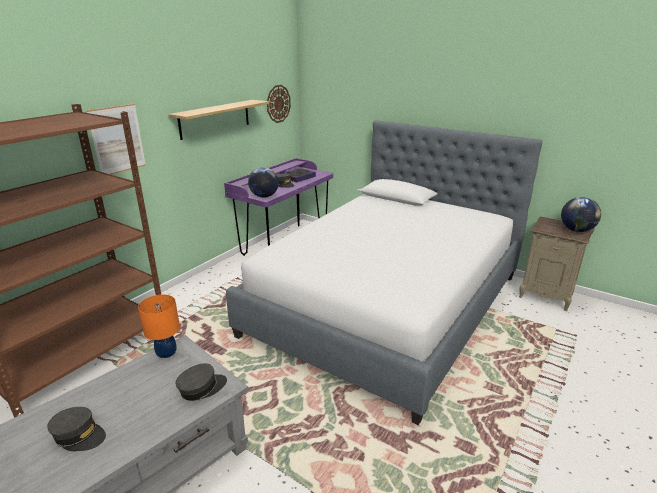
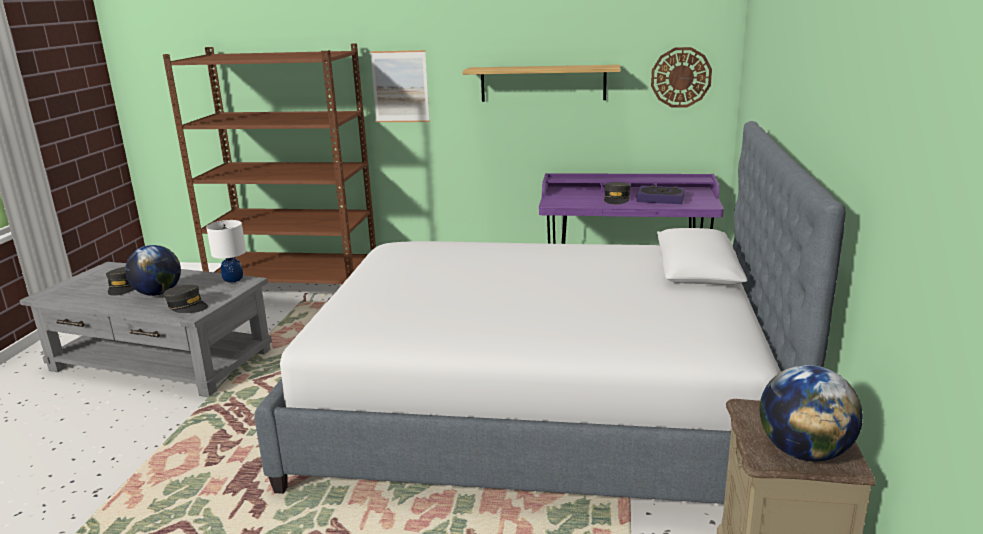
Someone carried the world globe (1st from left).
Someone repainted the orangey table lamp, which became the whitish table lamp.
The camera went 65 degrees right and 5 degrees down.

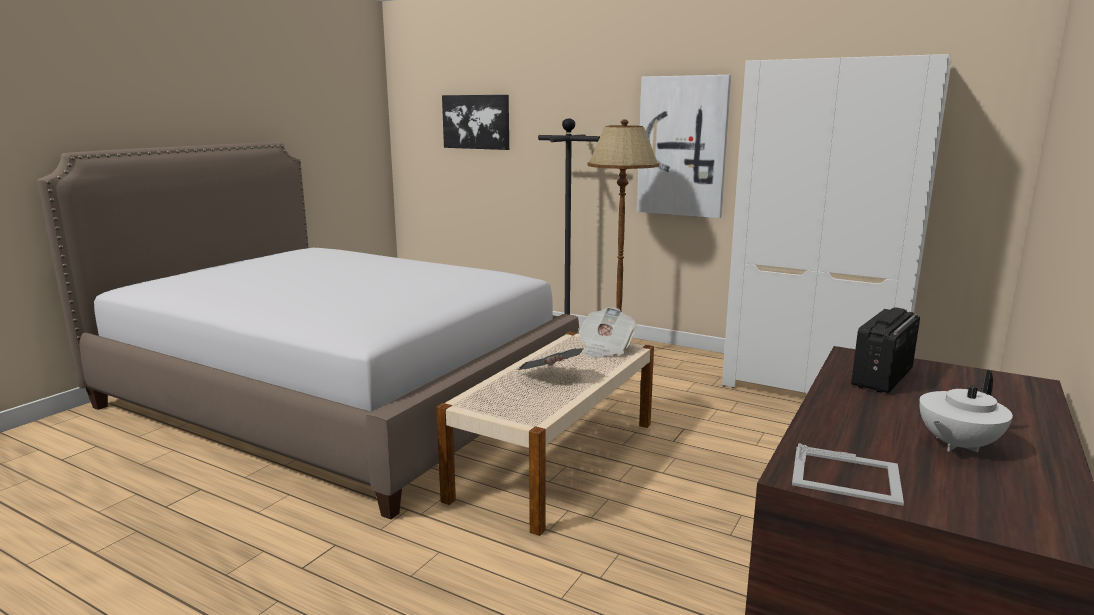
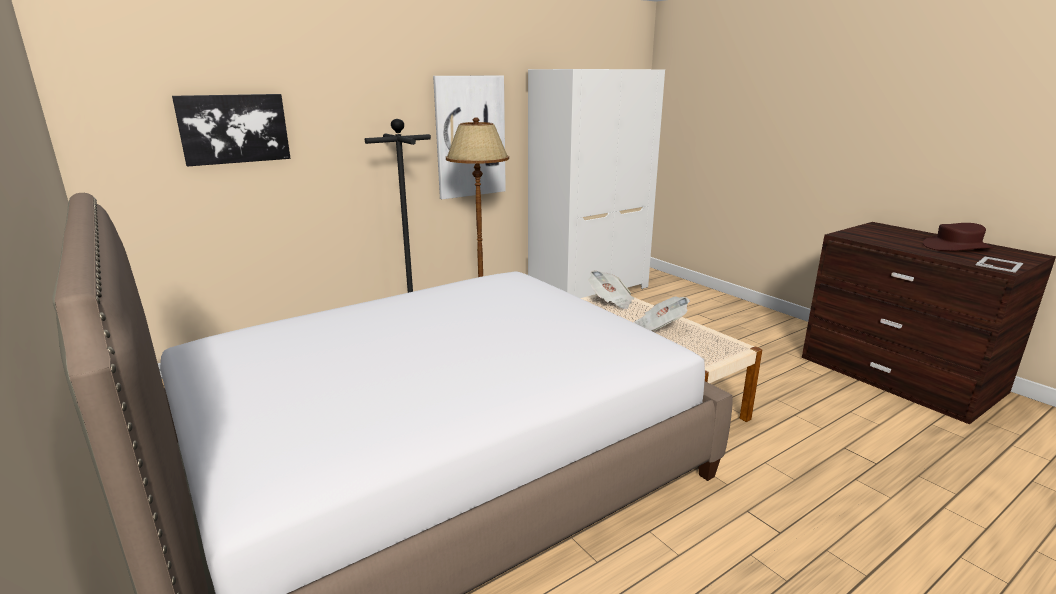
Someone took away the radio.
Someone swapped the whitish teapot for the brownish clothing hat.
The camera went 65 degrees left and 5 degrees up.

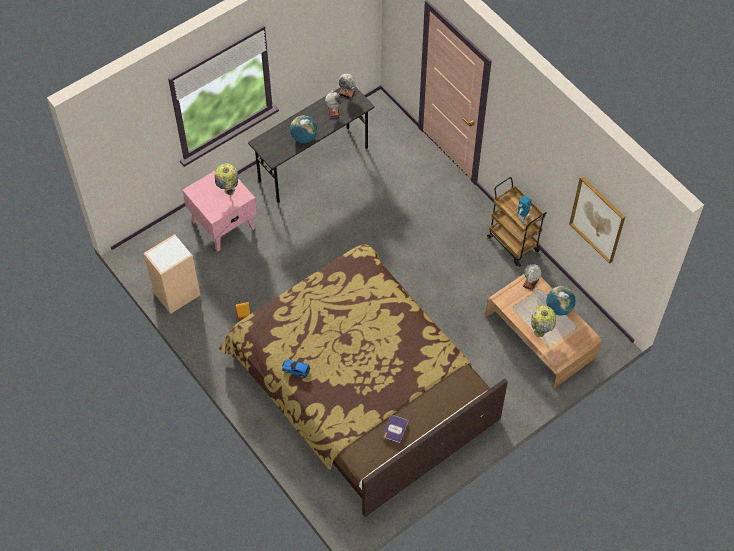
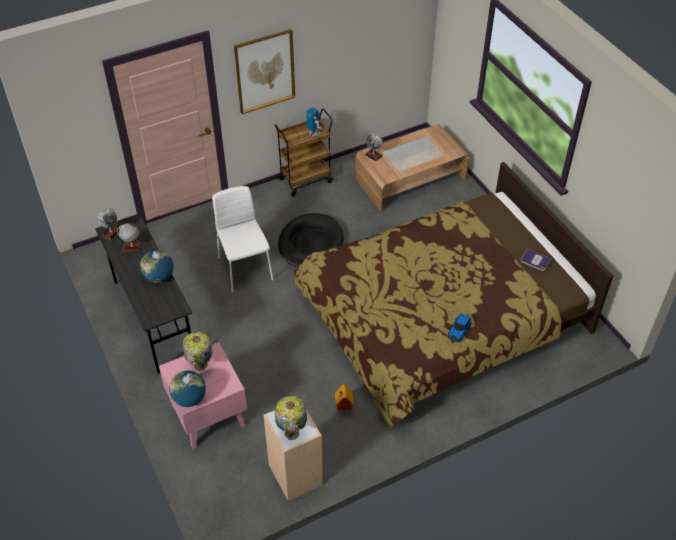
Someone carried the wall art.
Someone carried the world globe (5th from left in the first image).
Someone carried the table lamp (2nd from left).
Someone put down the whitish chair.
Someone put down the black dog cushion.
The camera went 80 degrees left and 10 degrees down.

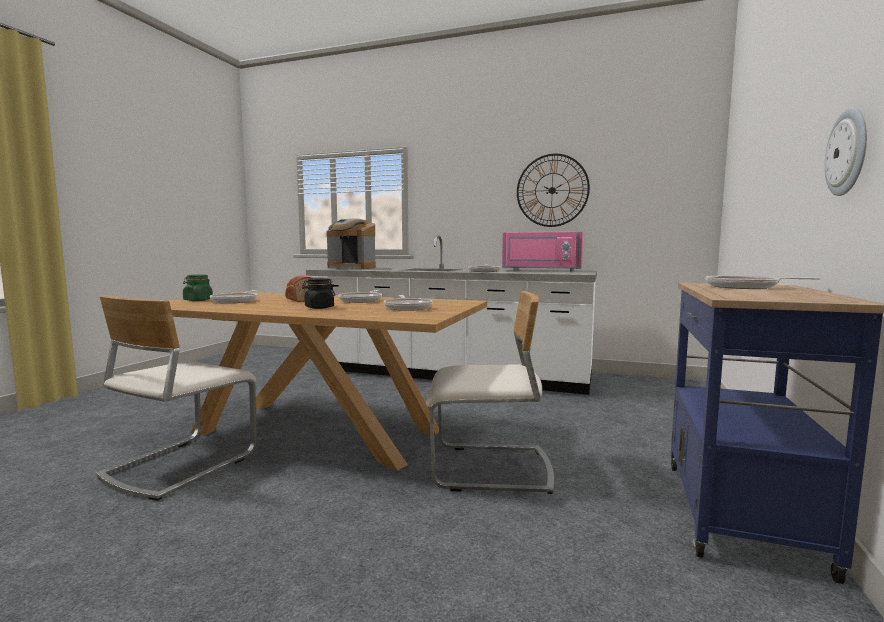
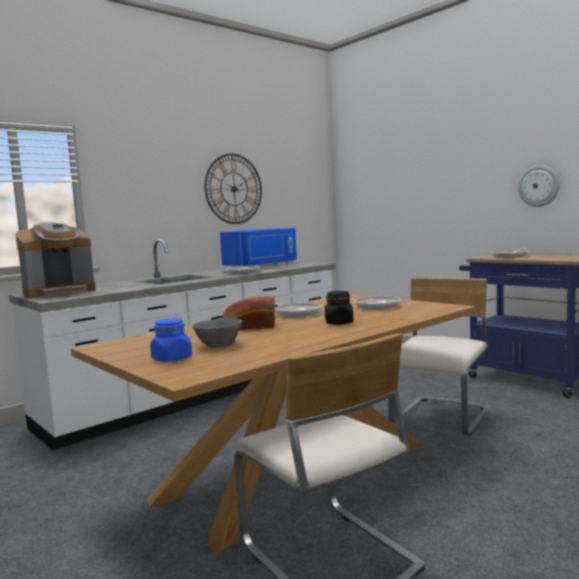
Someone repainted the pink-coloured microwave, which became the bluish microwave.
Someone repainted the green-coloured jar, which became the bluish jar.
Someone swapped the skillet (1st from left) for the gray deep dish.
The camera went 60 degrees left and 0 degrees up.

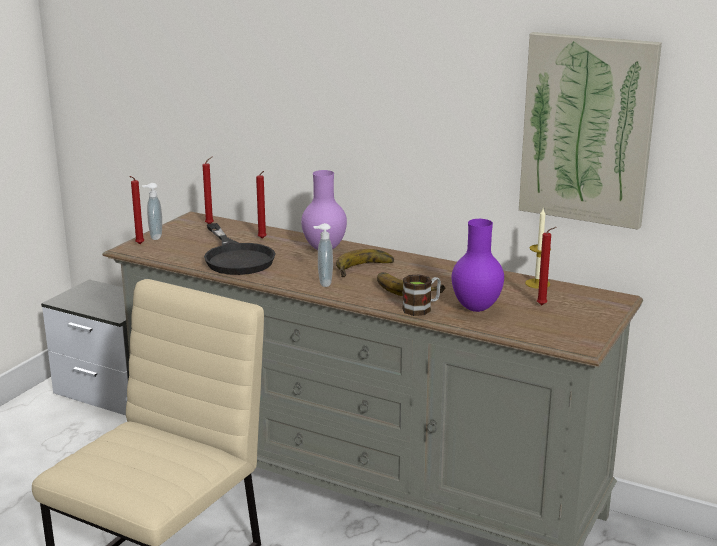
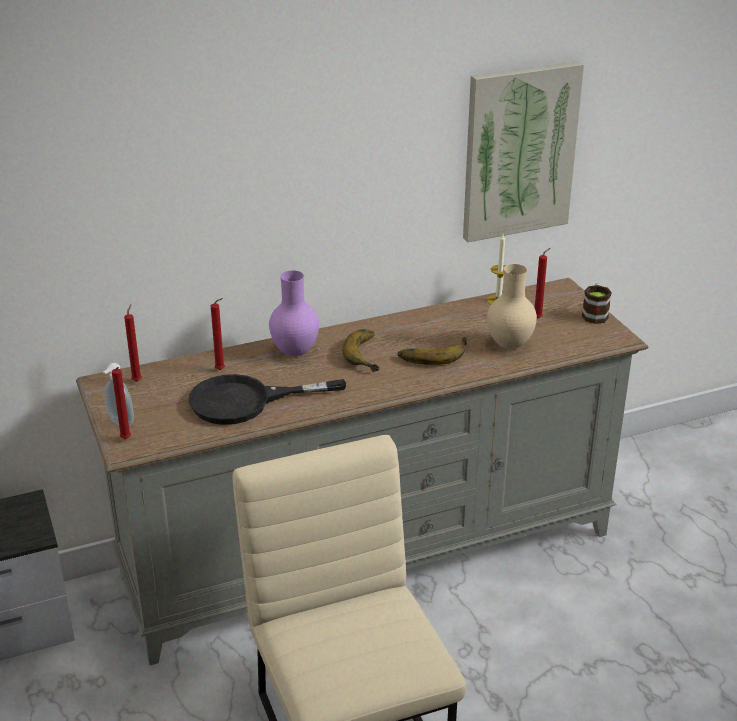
Someone repainted the purple-coloured flower vase (2nd from left), which became the beige-coloured flower vase.
Someone rotated the black skillet by 150 degrees clockwise.
Someone took away the soap dispenser (2nd from left).
Someone carried the mug.
The camera went 50 degrees left and 10 degrees up.

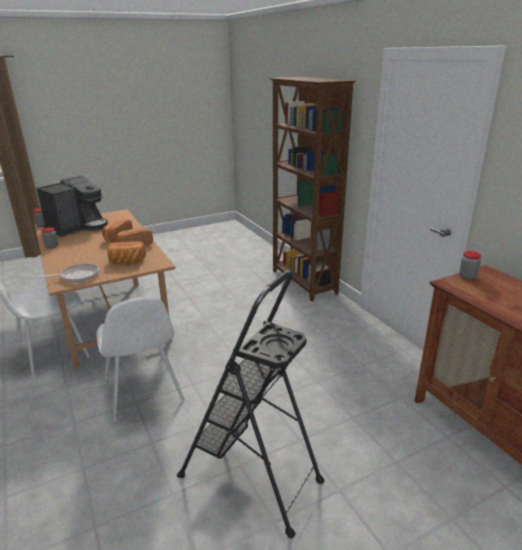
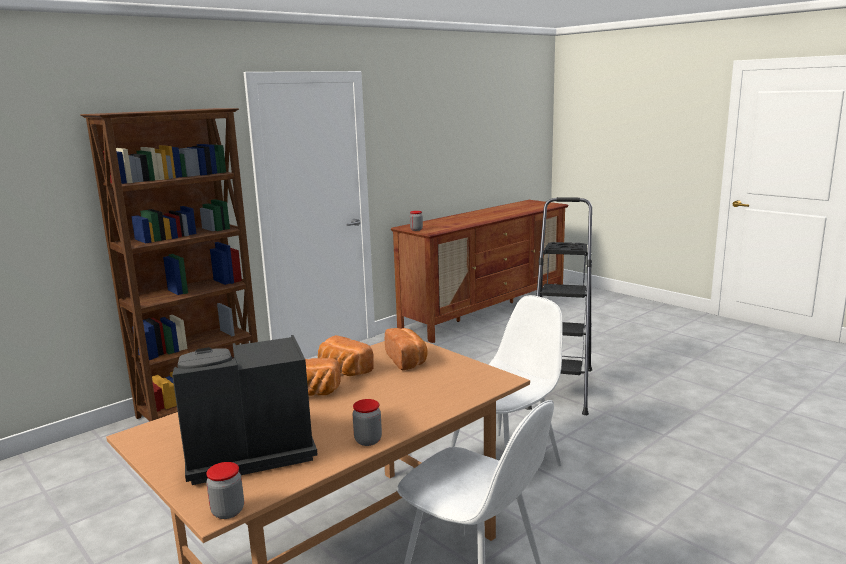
Someone rotated the coffee machine by 45 degrees counterclockwise.
Someone took away the skillet.
The camera went 105 degrees left and 10 degrees down.

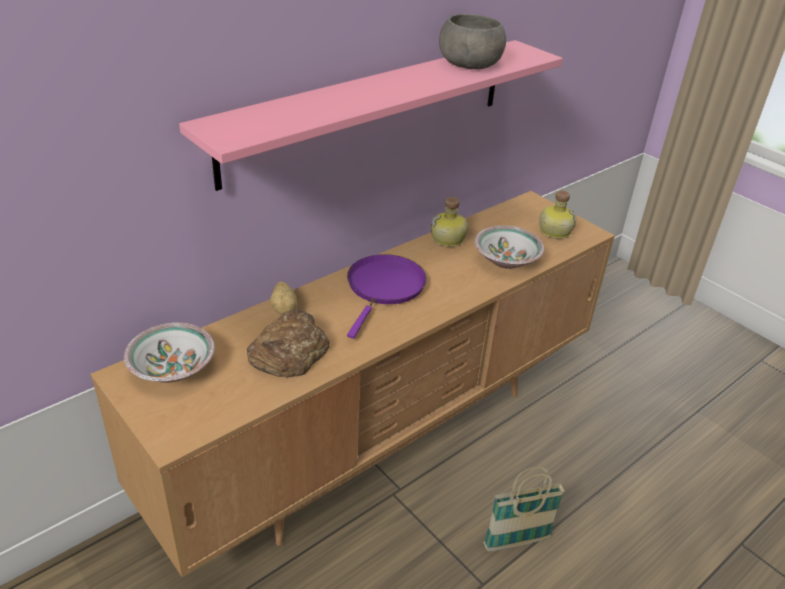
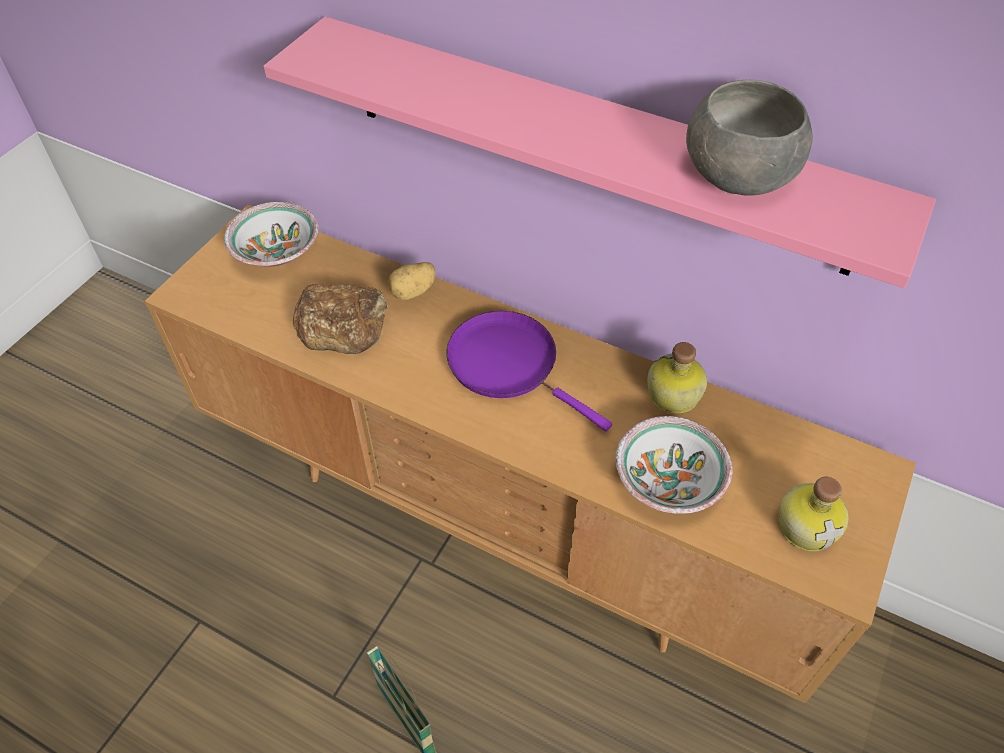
Someone rotated the purple-coloured skillet by 135 degrees counterclockwise.
The camera went 70 degrees right and 15 degrees up.

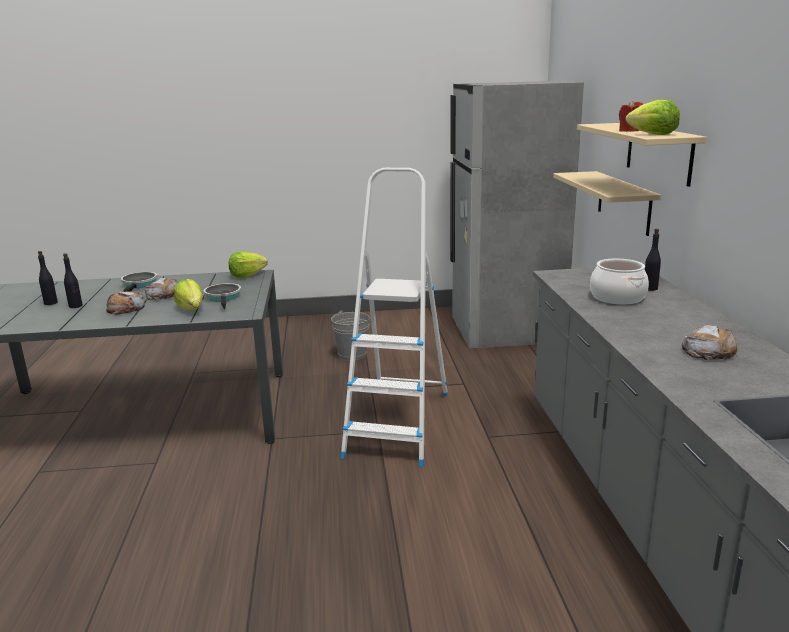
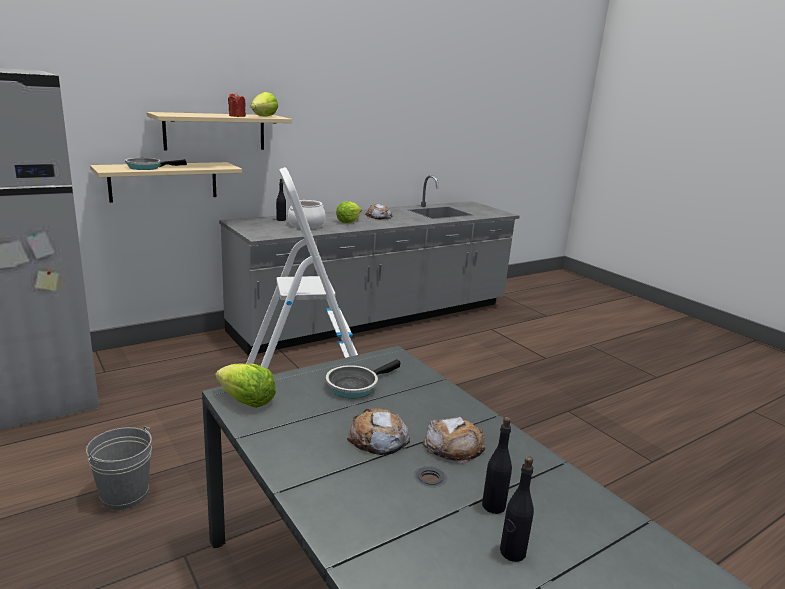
Someone carried the skillet (1st from left).
Someone carried the lettuce head (1st from left in the first image).
The camera went 120 degrees left and 0 degrees up.

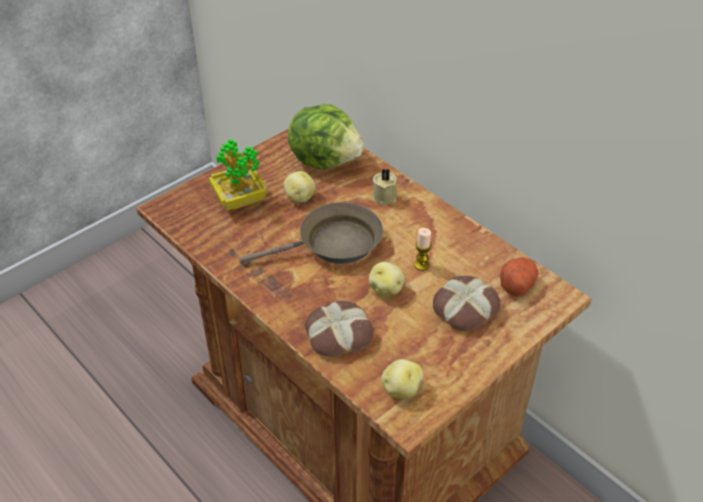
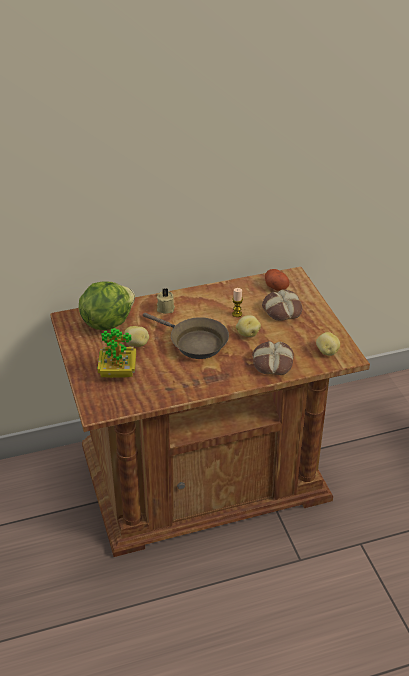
Someone rotated the brownish skillet by 120 degrees clockwise.
The camera went 65 degrees left and 5 degrees down.

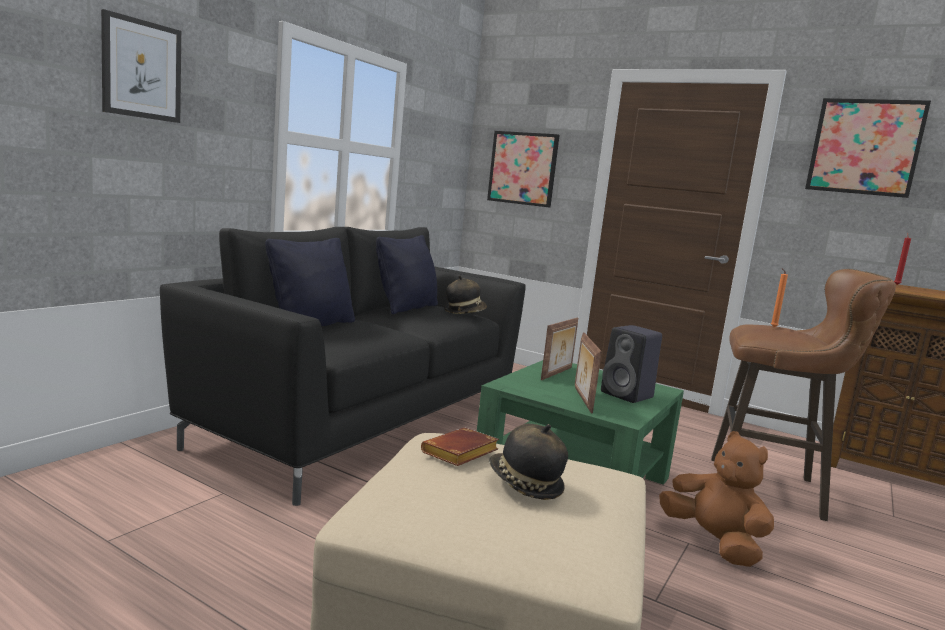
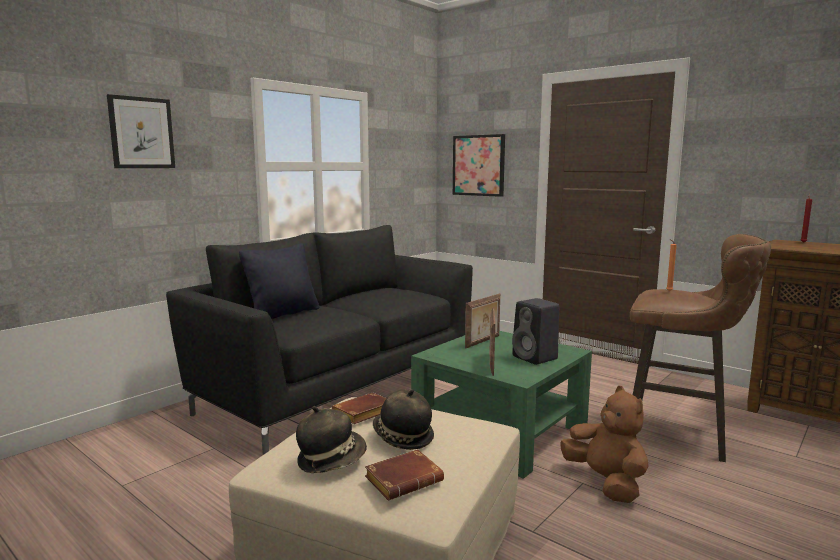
Someone took away the wall art (3rd from left).
Someone took away the black cushion (2nd from left).
Someone carried the clothing hat (1st from left).
Someone put down the brownish book (2nd from left).
The camera went 10 degrees right and 0 degrees up.

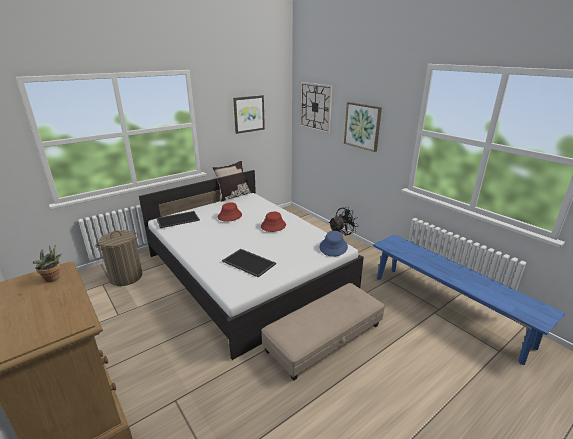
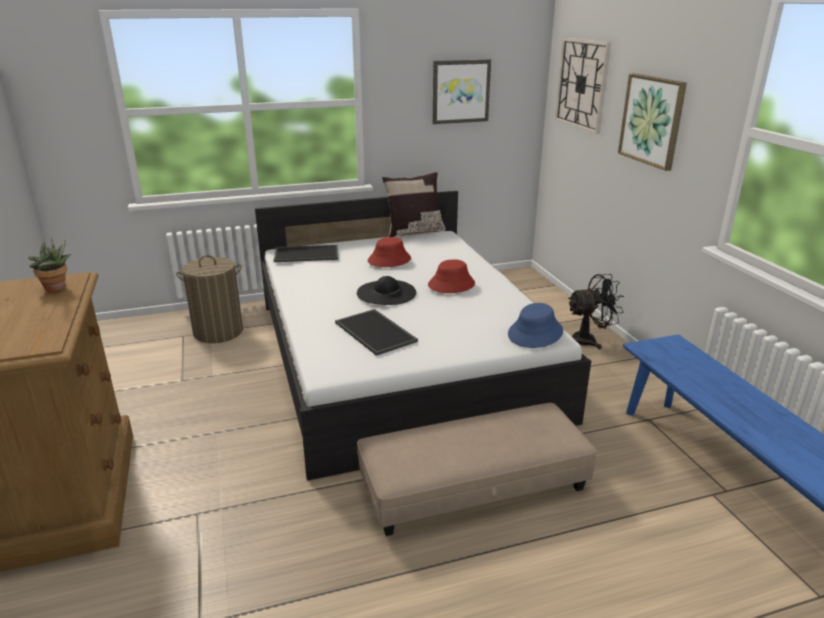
Someone put down the black clothing hat.
The camera went 20 degrees right and 0 degrees up.

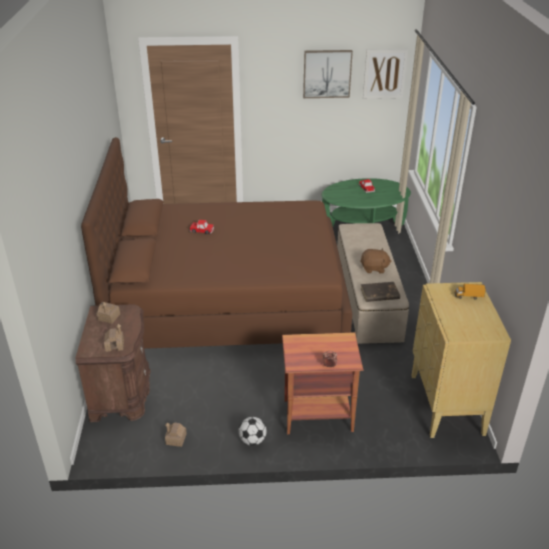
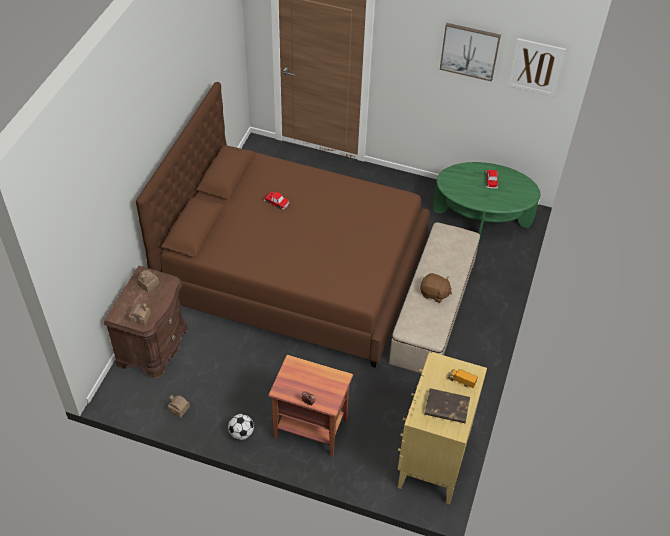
Someone carried the brownish book.
The camera went 20 degrees right and 15 degrees up.

